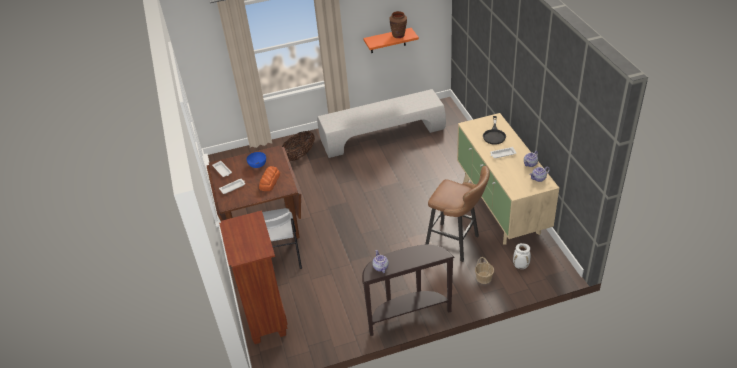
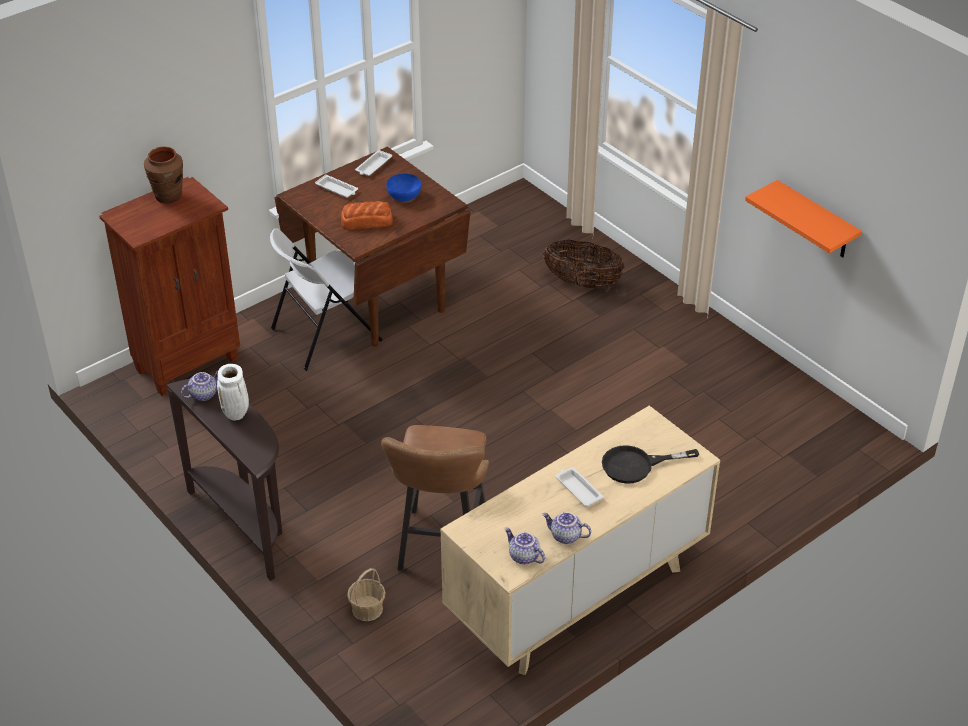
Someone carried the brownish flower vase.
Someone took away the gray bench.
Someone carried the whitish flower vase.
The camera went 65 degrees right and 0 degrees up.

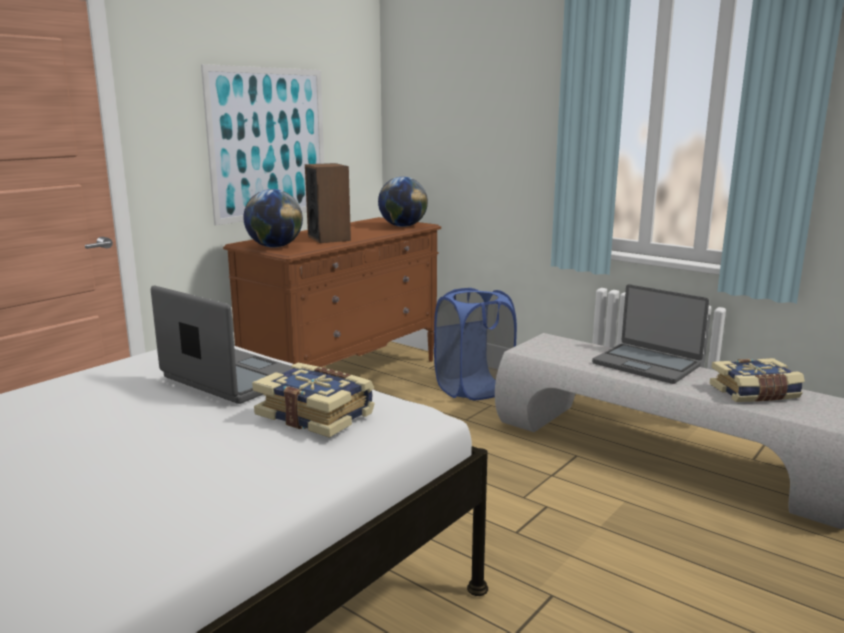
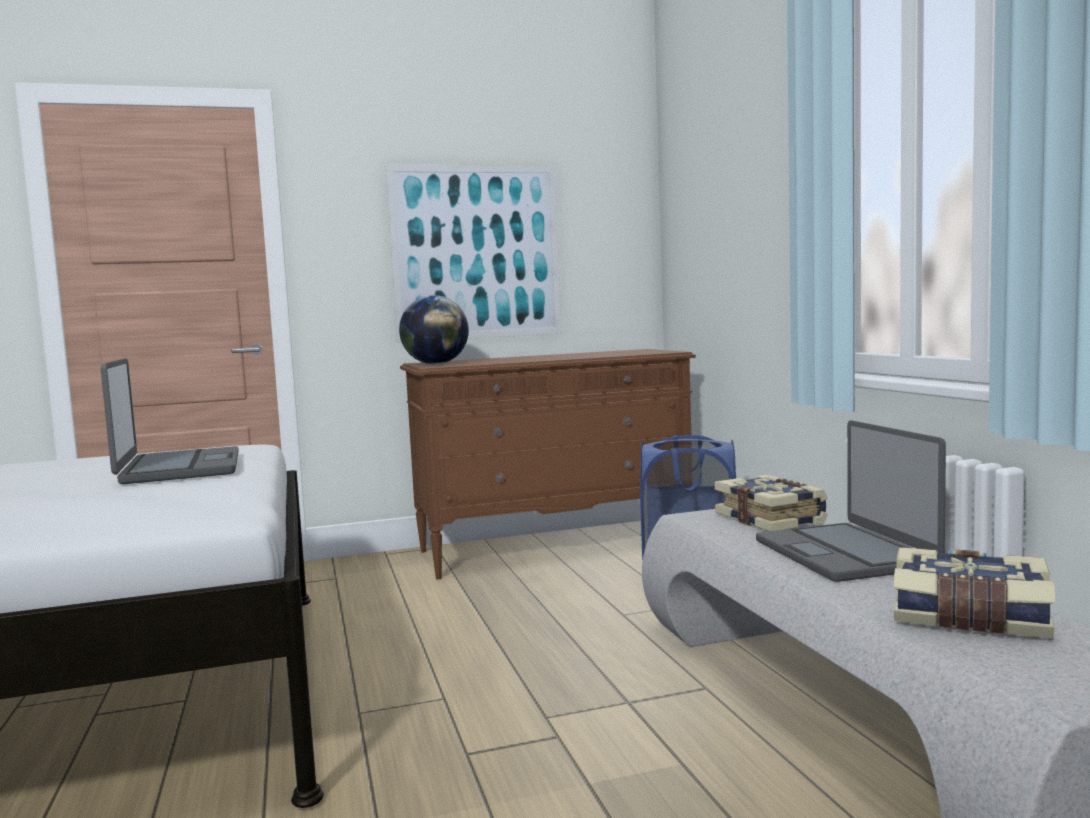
Someone took away the audio speaker.
Someone took away the world globe (2nd from left).
Someone carried the book (1st from left).
The camera went 35 degrees right and 10 degrees down.

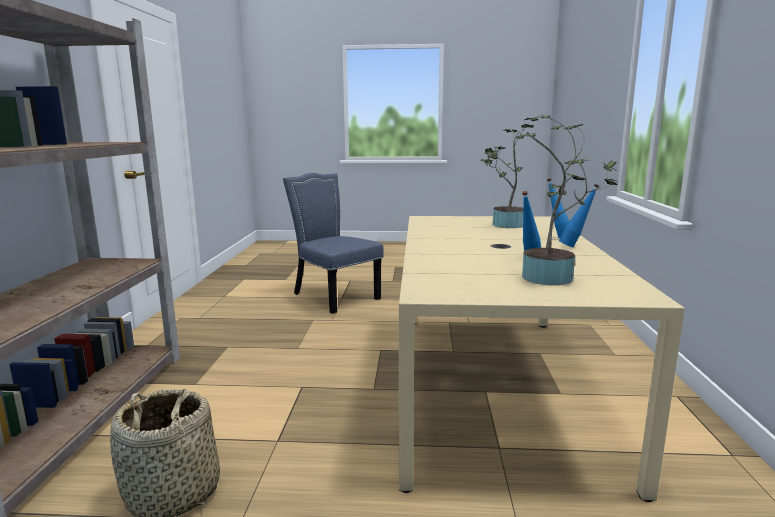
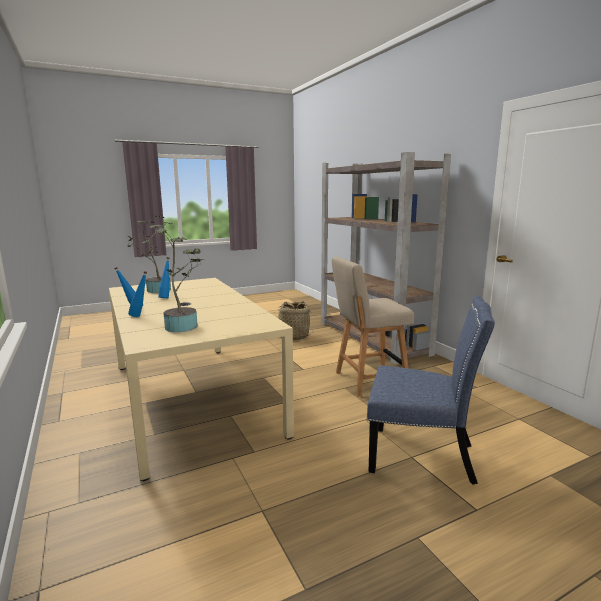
Someone put down the beige-coloured chair.
The camera went 150 degrees right and 0 degrees up.

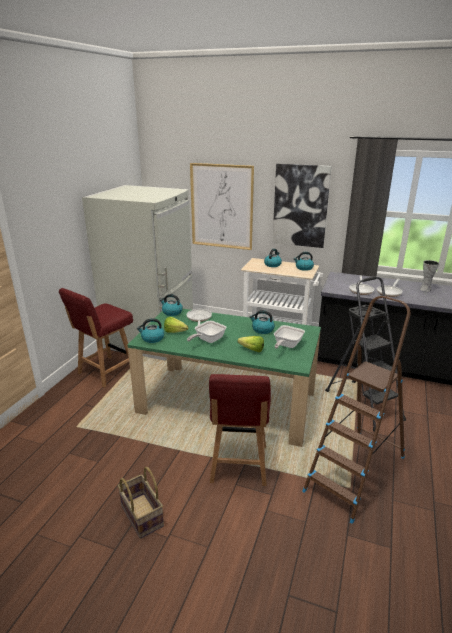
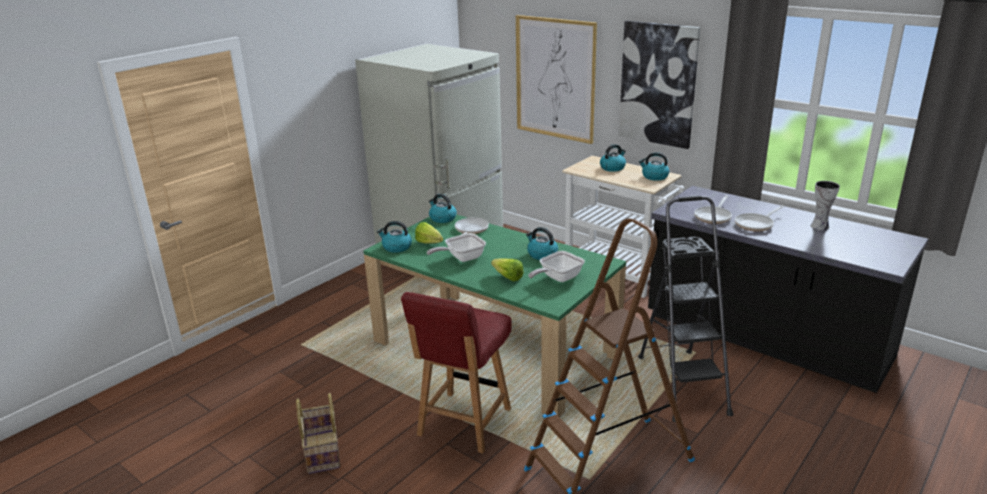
Someone took away the red chair (1st from left).
The camera went 20 degrees right and 0 degrees up.

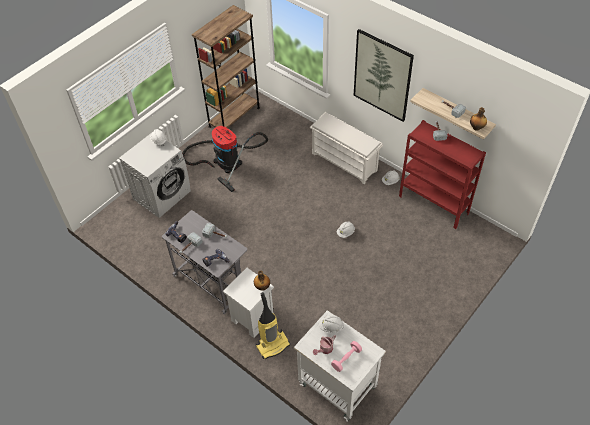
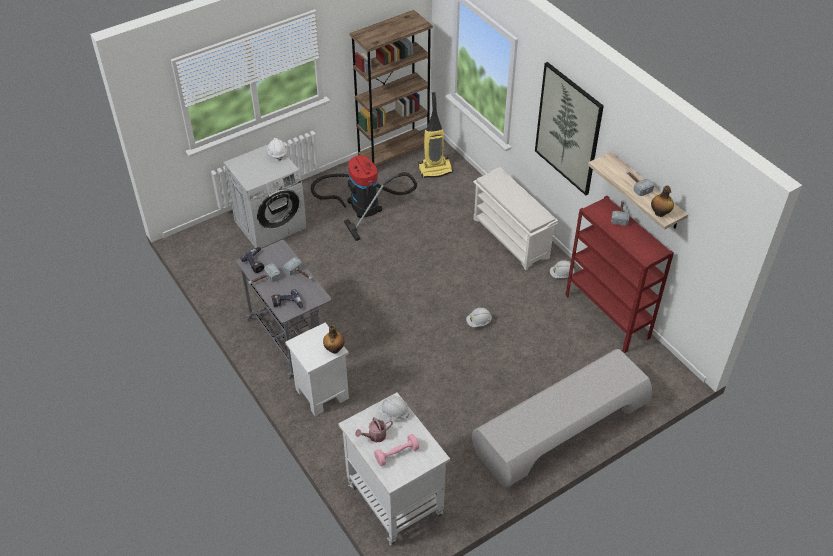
Someone carried the vacuum (2nd from left).
Someone put down the gray bench.
The camera went 15 degrees right and 5 degrees down.

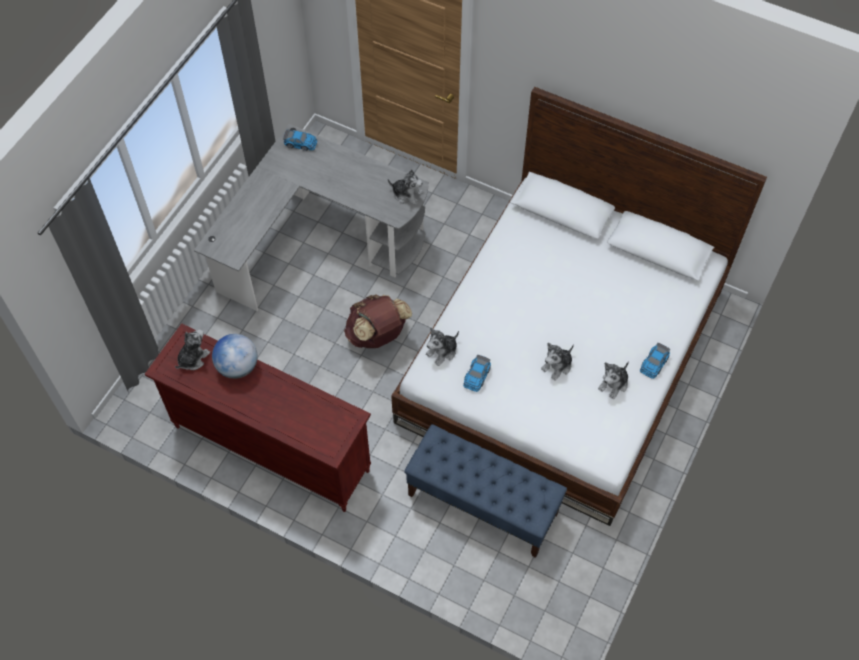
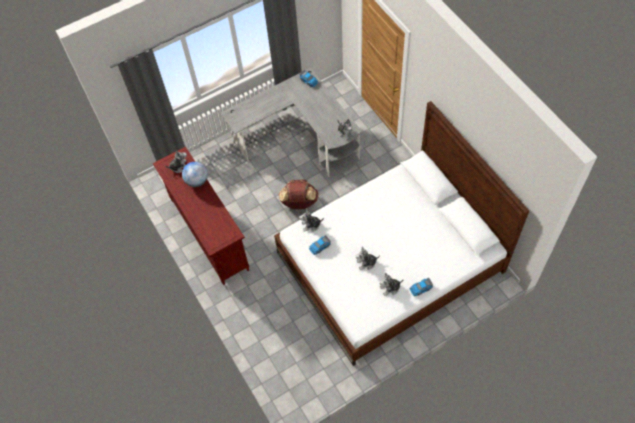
Someone took away the bluish bench.
The camera went 35 degrees right and 0 degrees up.

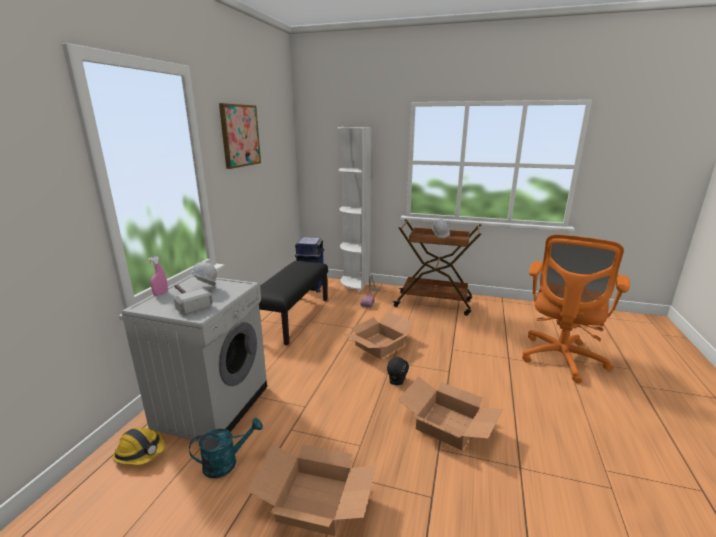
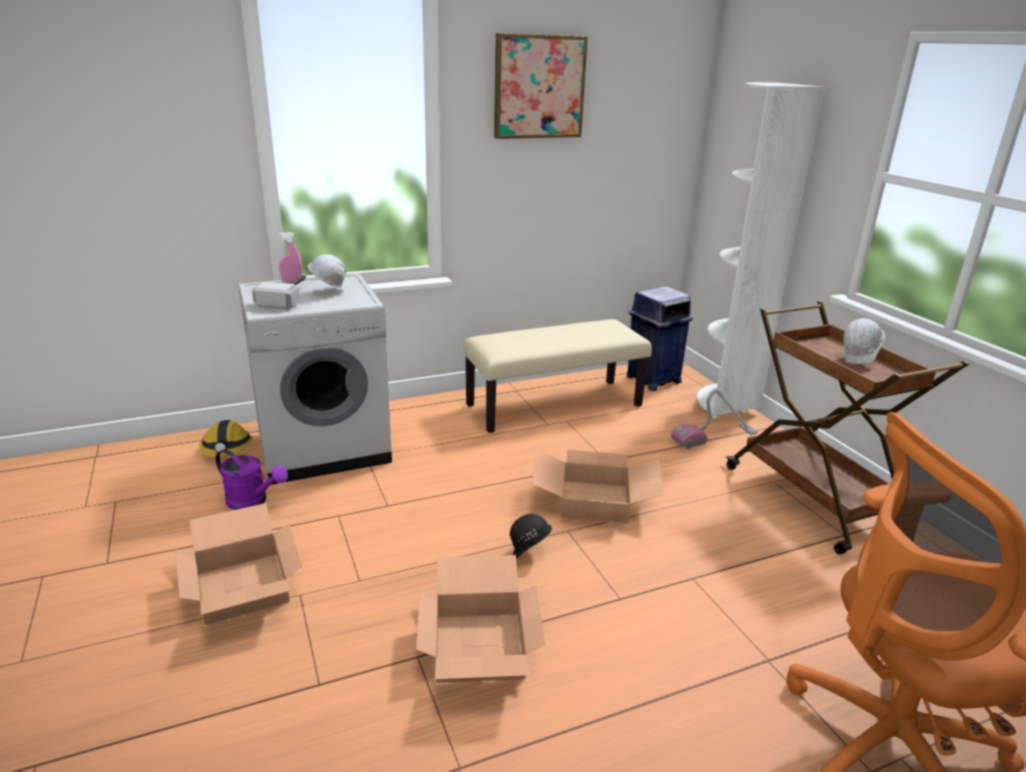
Someone repainted the black bench, which became the beige-coloured bench.
Someone repainted the turquoise sprinkling can, which became the purple-coloured sprinkling can.
The camera went 50 degrees right and 5 degrees up.

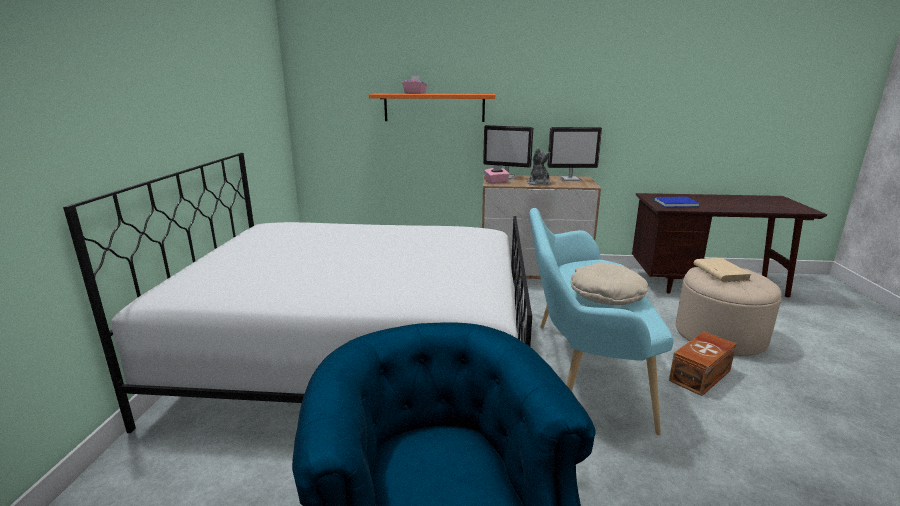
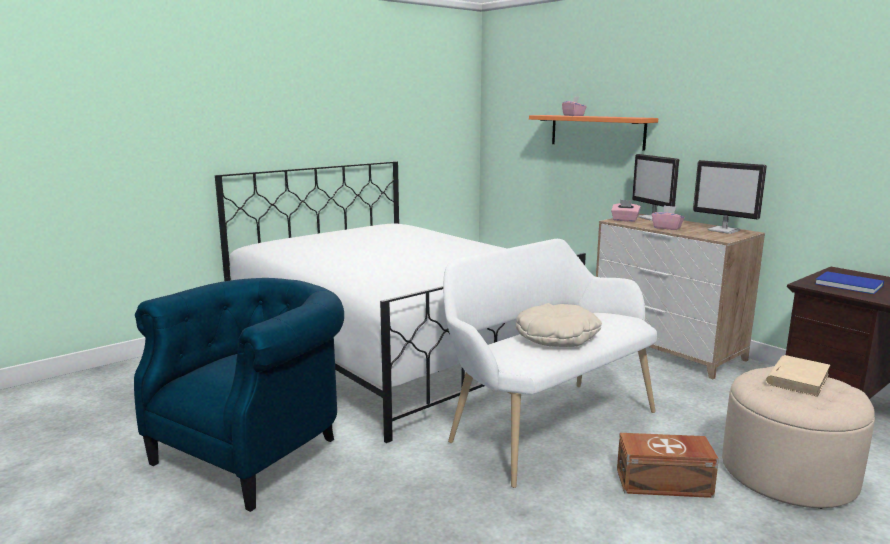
Someone swapped the cuddly toy for the pink-coloured box of tissues (3rd from left).
Someone repainted the turquoise bench, which became the whitish bench.
The camera went 45 degrees right and 5 degrees down.

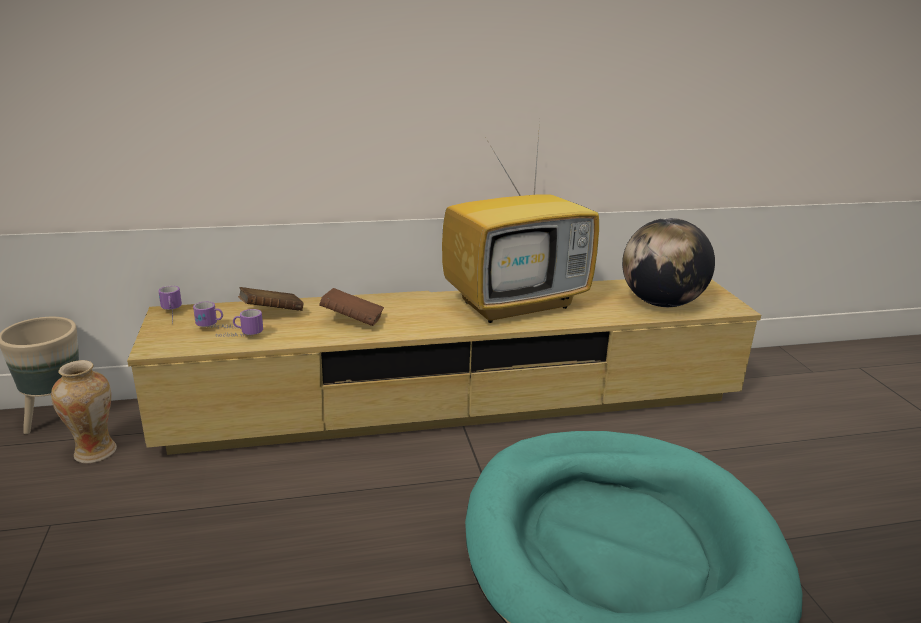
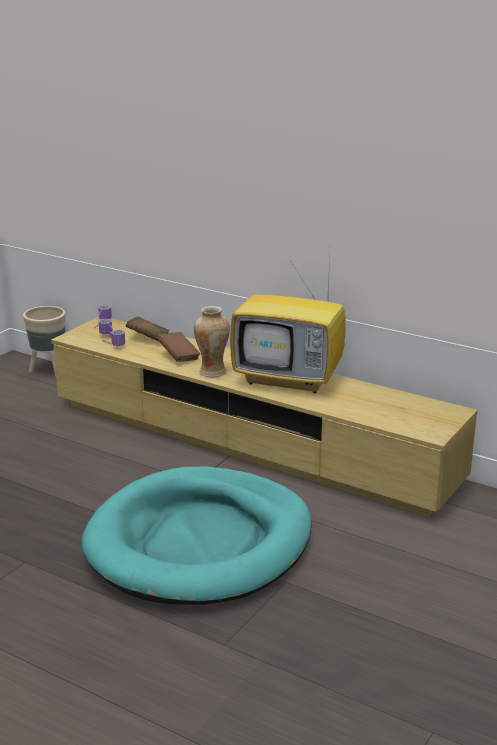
Someone took away the world globe.
Someone carried the flower vase.
The camera went 45 degrees right and 0 degrees up.

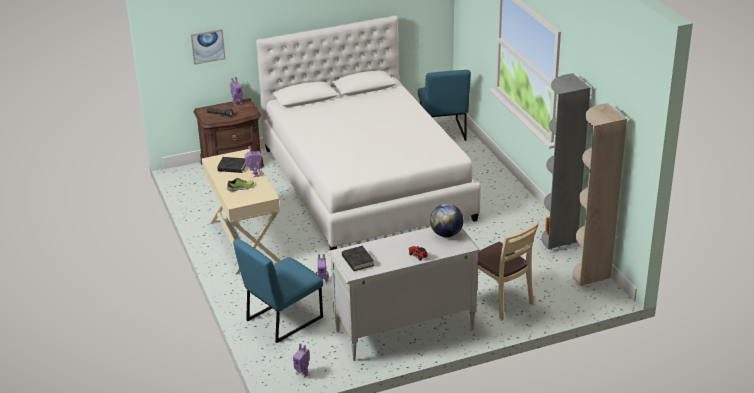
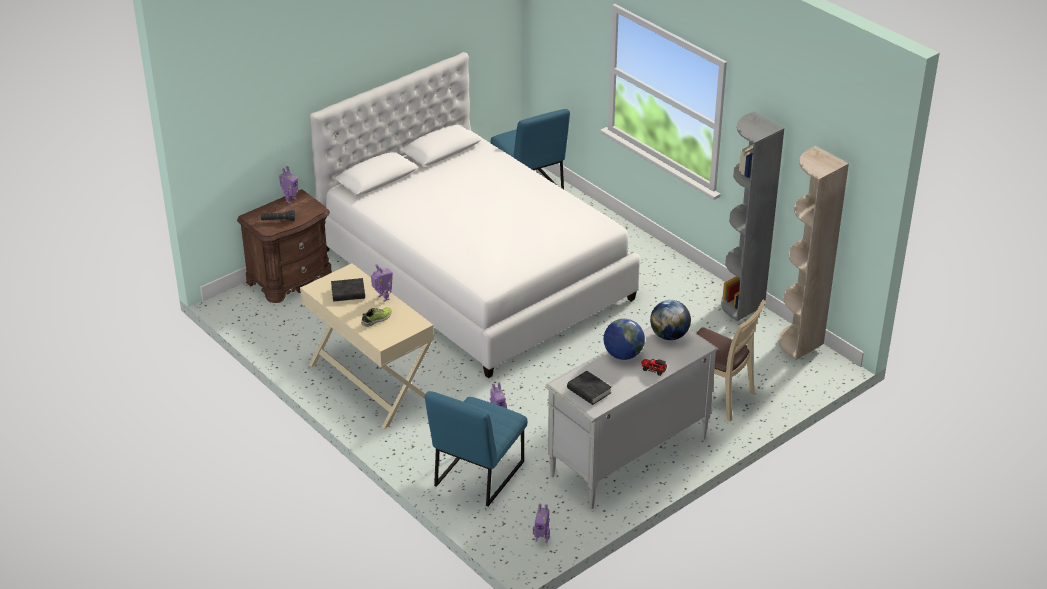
Someone took away the wall art.
Someone put down the world globe (1st from left).
The camera went 20 degrees left and 5 degrees up.

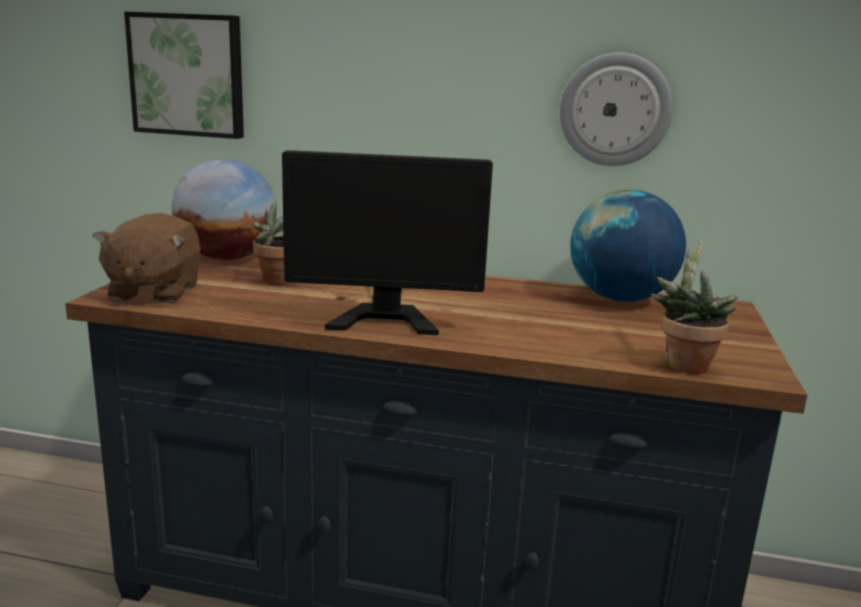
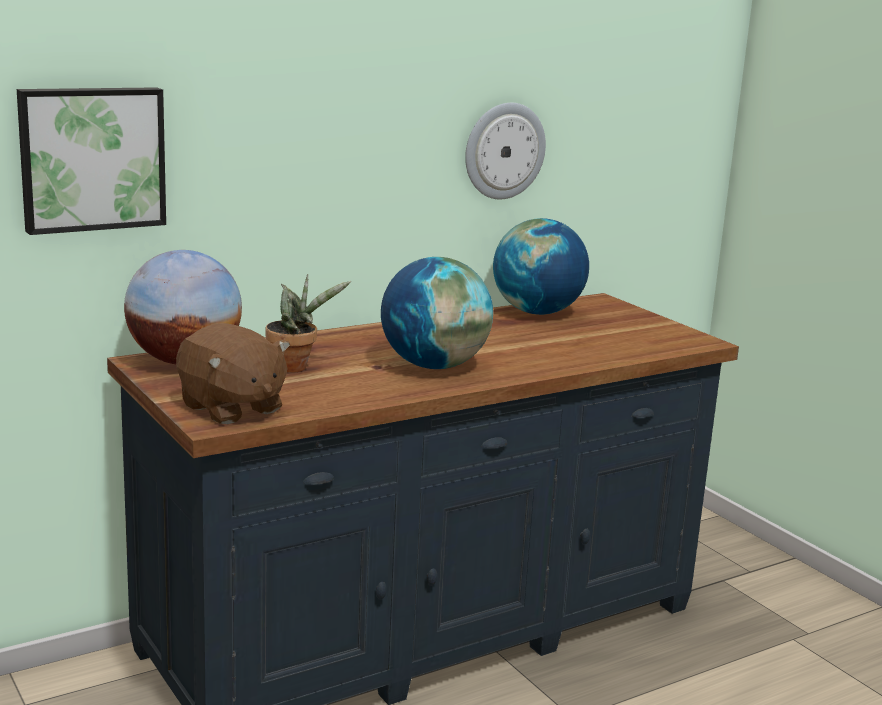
Someone swapped the monitor for the world globe (2nd from left).
Someone took away the potted plant (2nd from left).
The camera went 45 degrees left and 0 degrees up.

